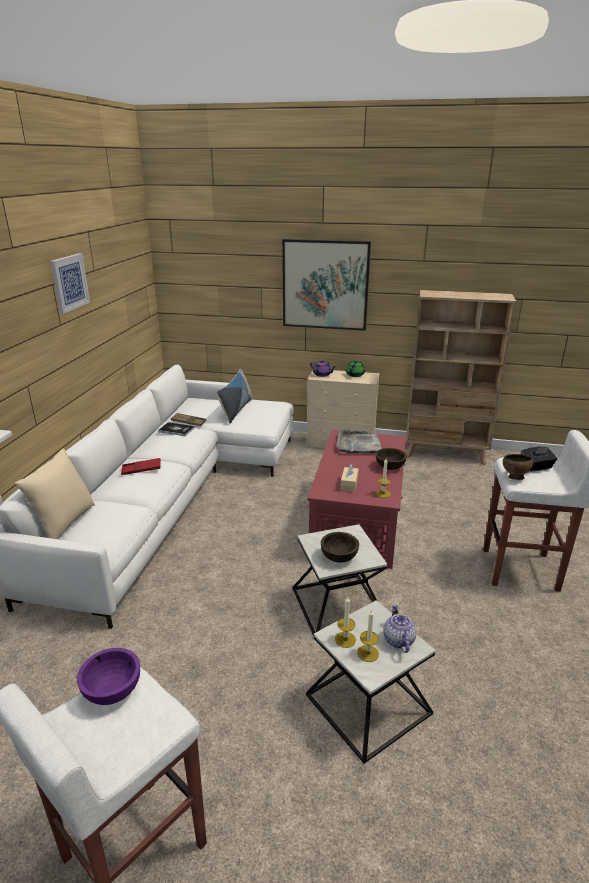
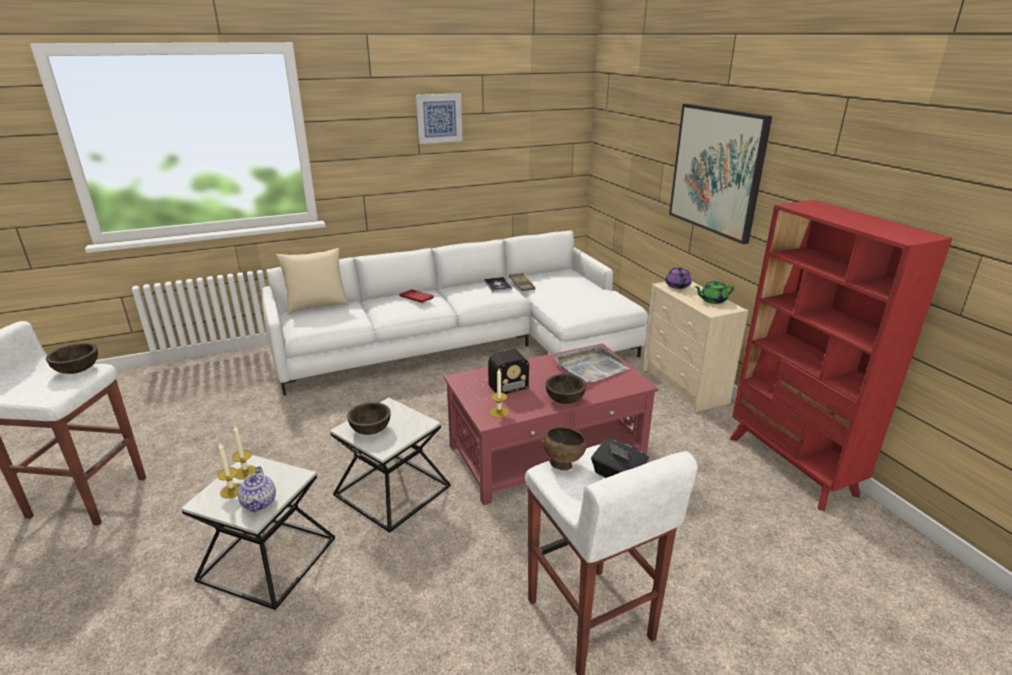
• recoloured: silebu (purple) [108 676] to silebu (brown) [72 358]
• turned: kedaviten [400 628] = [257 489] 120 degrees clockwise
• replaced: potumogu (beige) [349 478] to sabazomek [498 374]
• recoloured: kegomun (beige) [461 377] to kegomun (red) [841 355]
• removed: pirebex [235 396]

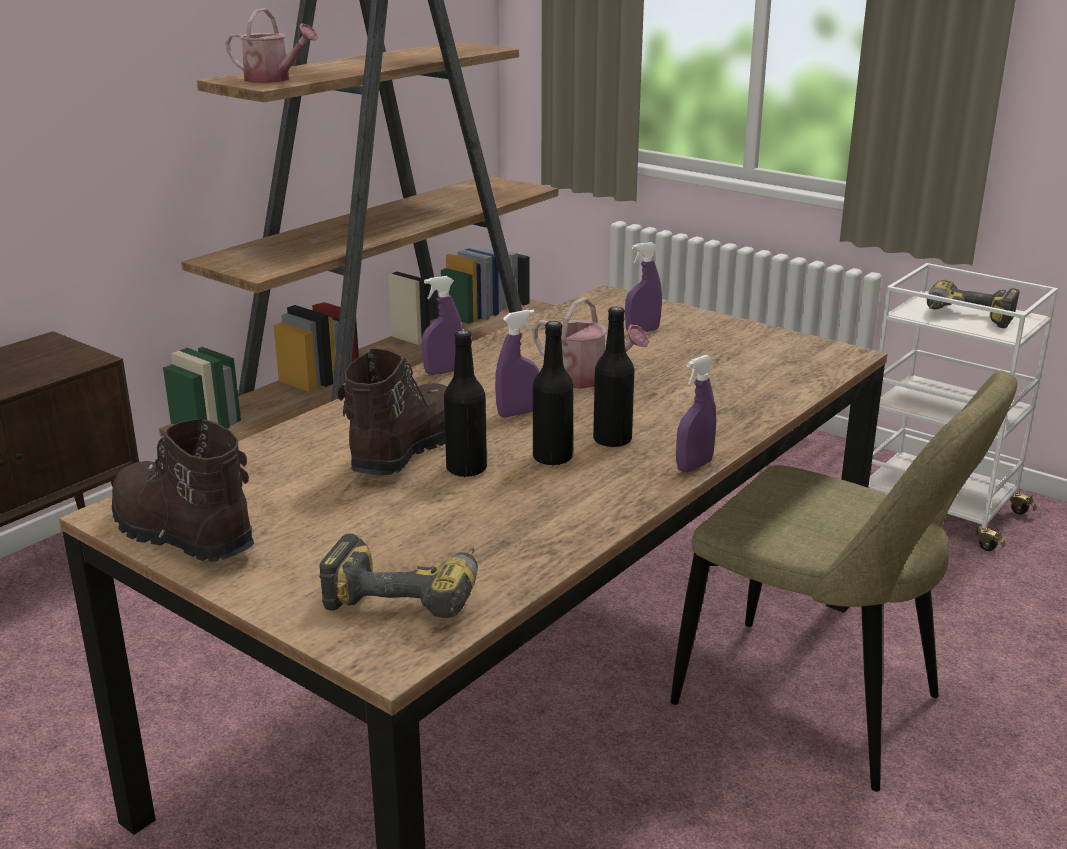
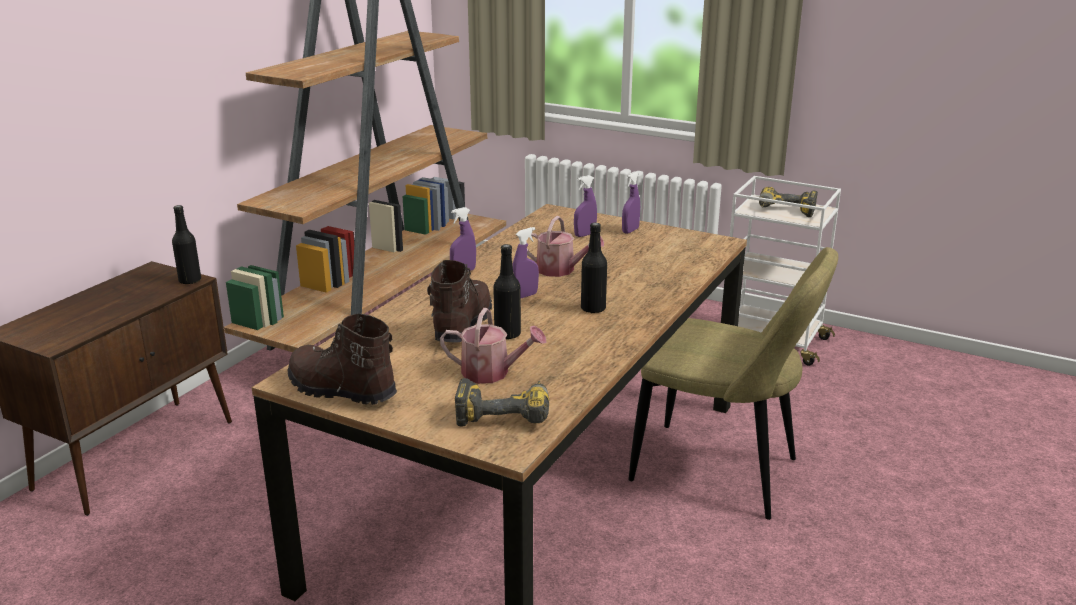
• moved: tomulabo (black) [553 393] to [186 244]
• moved: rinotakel [271 45] to [493 346]
• moved: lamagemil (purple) [696 413] to [631 202]

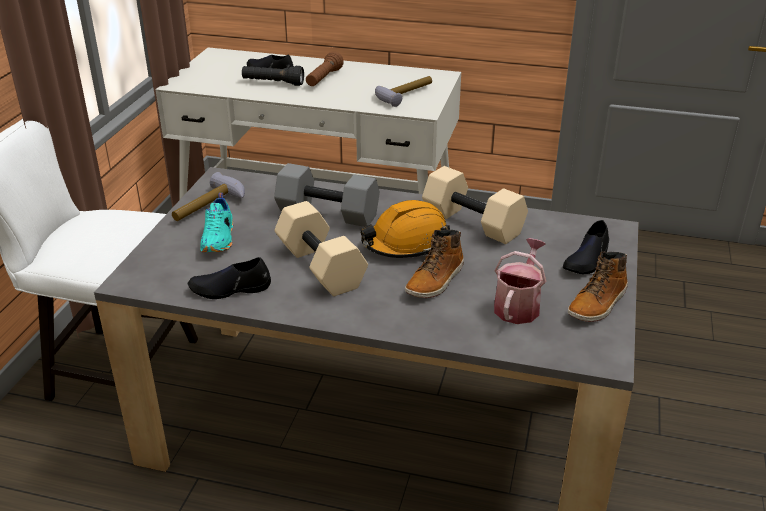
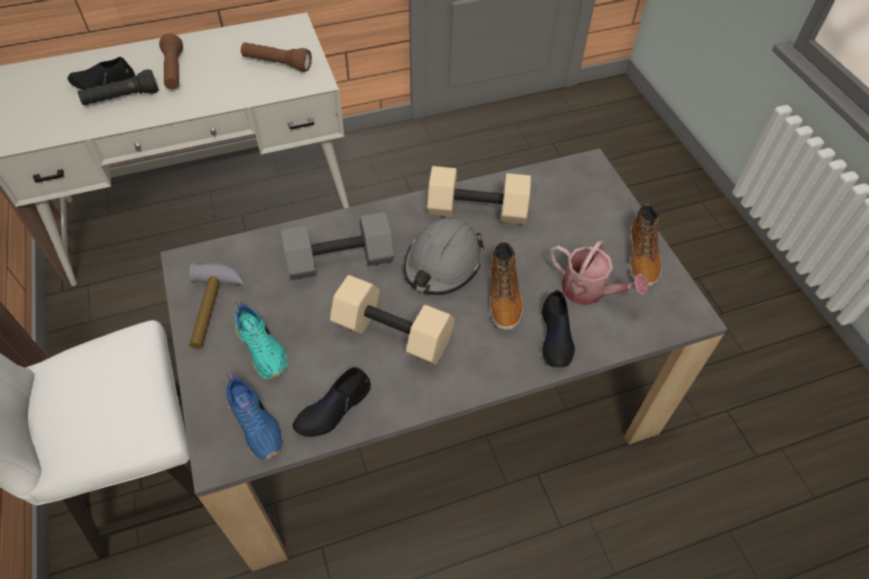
• added: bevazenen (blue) [254 416]
• replaced: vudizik [403 91] to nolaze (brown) [276 57]
• recoloured: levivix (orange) [405 229] to levivix (grey) [444 256]
• moved: bevazenen (black) [586 247] to [558 328]
• turned: rinotakel [520 281] = [598 272] 135 degrees clockwise

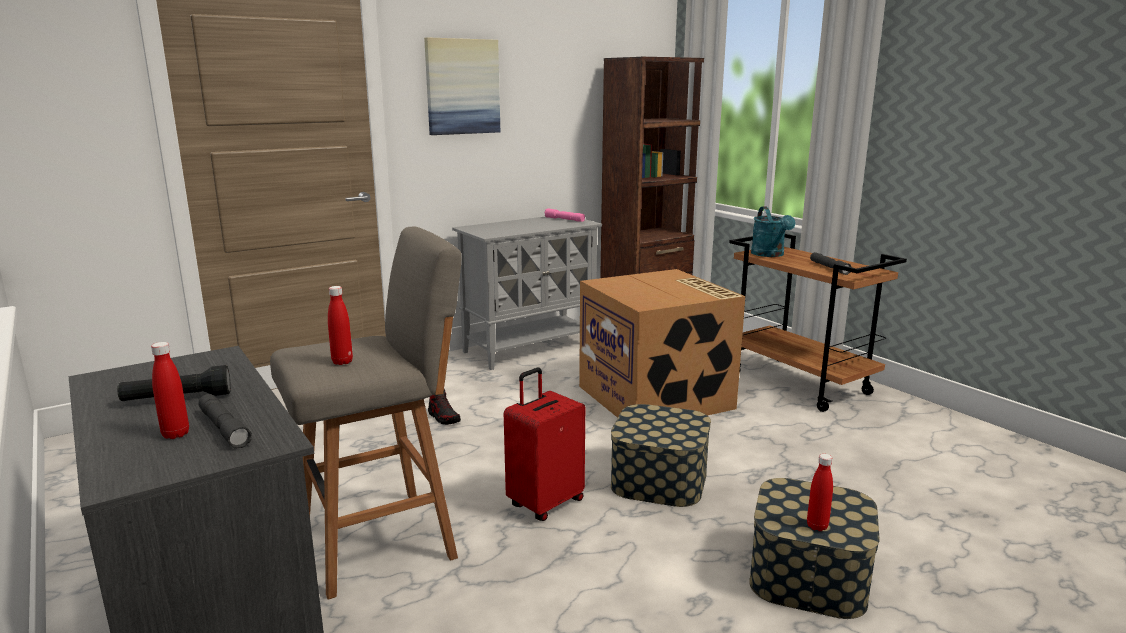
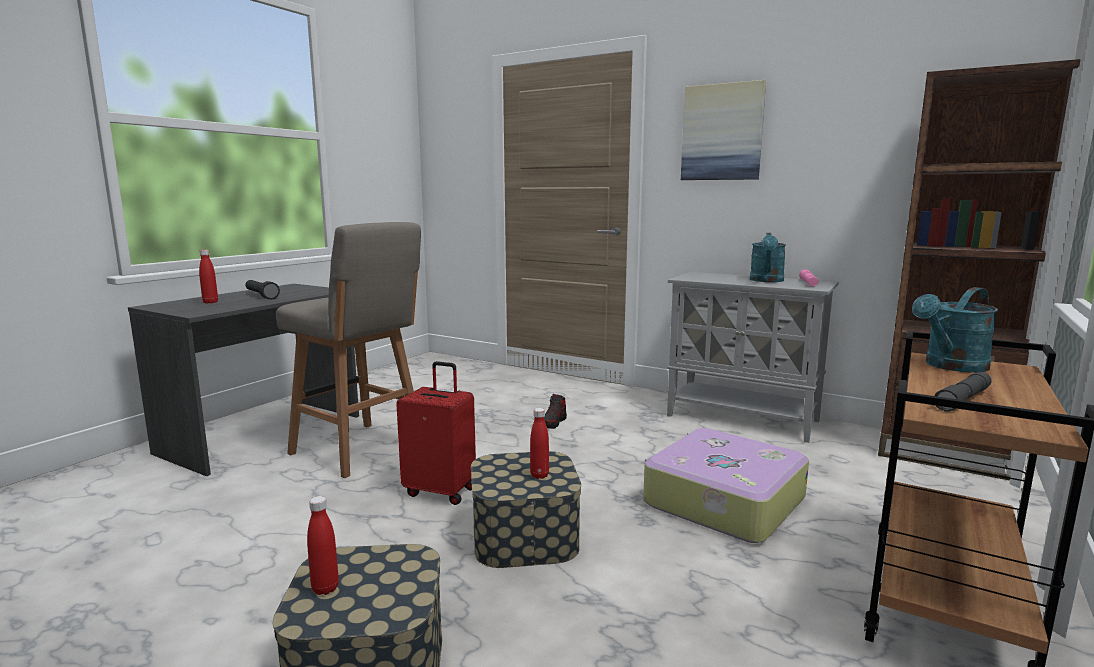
• moved: tomulabo (red) [340 325] to [539 443]
• replaced: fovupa [662 343] to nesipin [726 485]
• added: rinotakel (turquoise) [768 257]
• removed: nolaze (grey) [225 421]

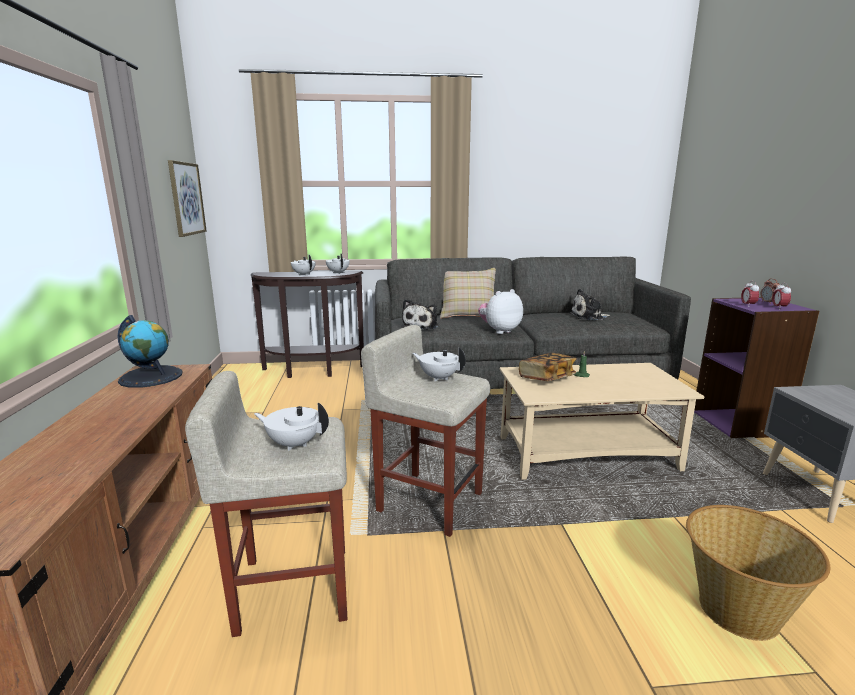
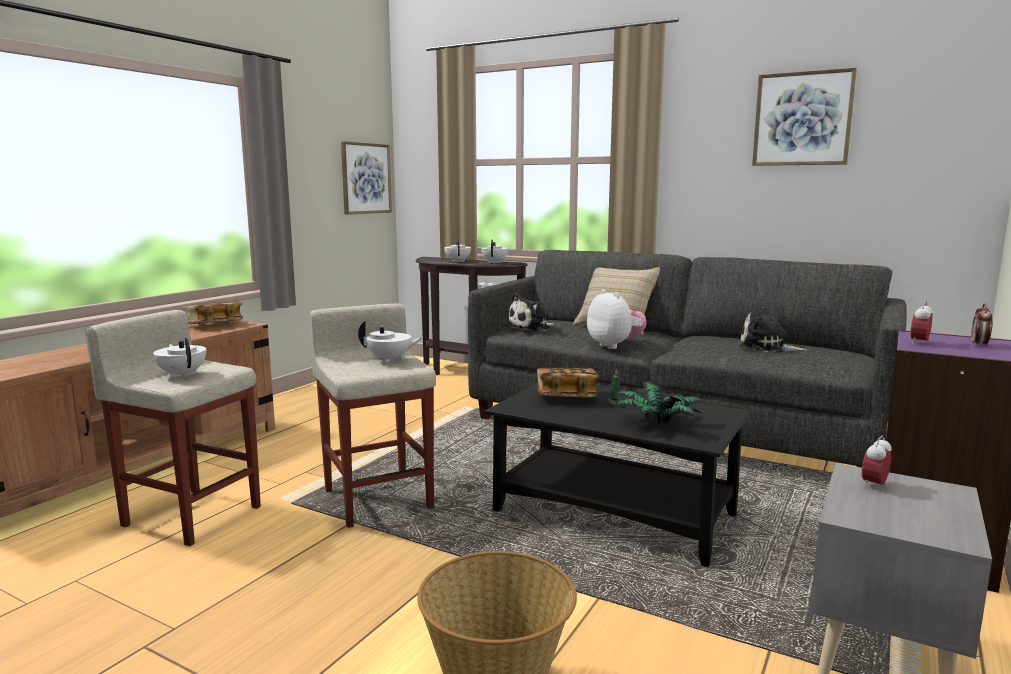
• replaced: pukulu [150 351] to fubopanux [212 312]
• turned: kedaviten (white) [439 364] = [390 342] 120 degrees clockwise
• recoloured: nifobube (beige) [602 421] to nifobube (black) [617 475]
• turned: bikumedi [500 311] = [617 319] 60 degrees clockwise
• added: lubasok [660 403]
• added: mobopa [804 117]
• moved: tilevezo [781 296] to [876 462]

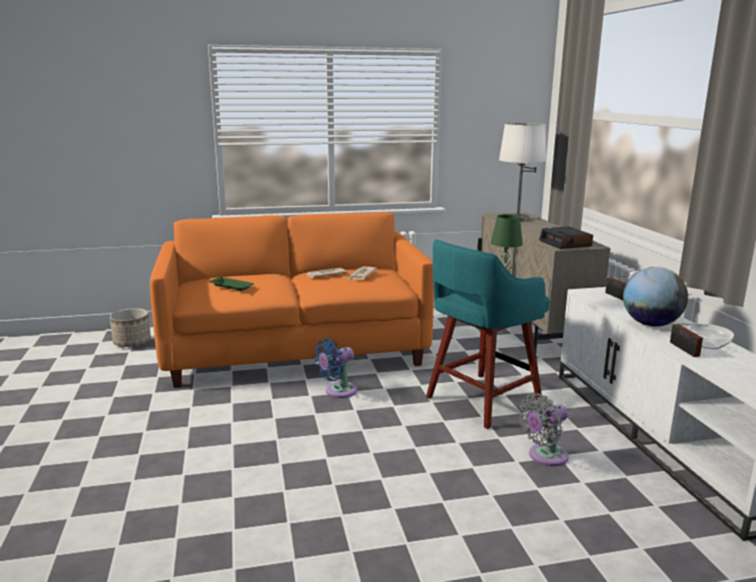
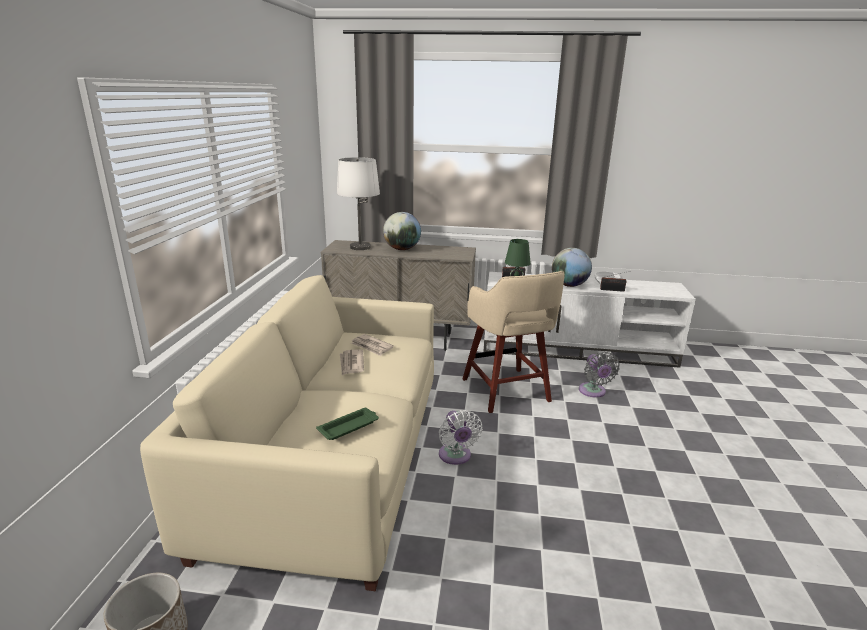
• recoloured: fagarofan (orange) [292 300] to fagarofan (beige) [287 433]
• added: pukulu [402 231]
• recoloured: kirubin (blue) [335 368] to kirubin (white) [461 437]
• recoloured: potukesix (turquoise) [488 334] to potukesix (beige) [513 342]
• removed: tilevezo [566 237]

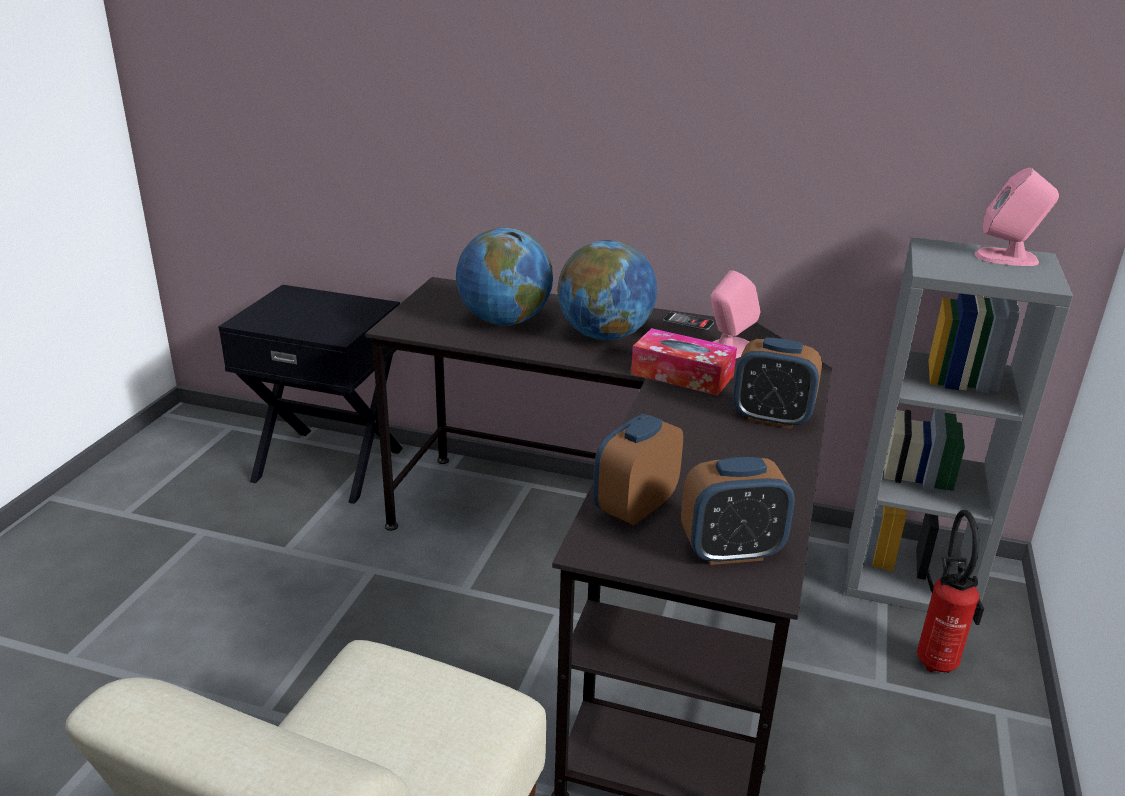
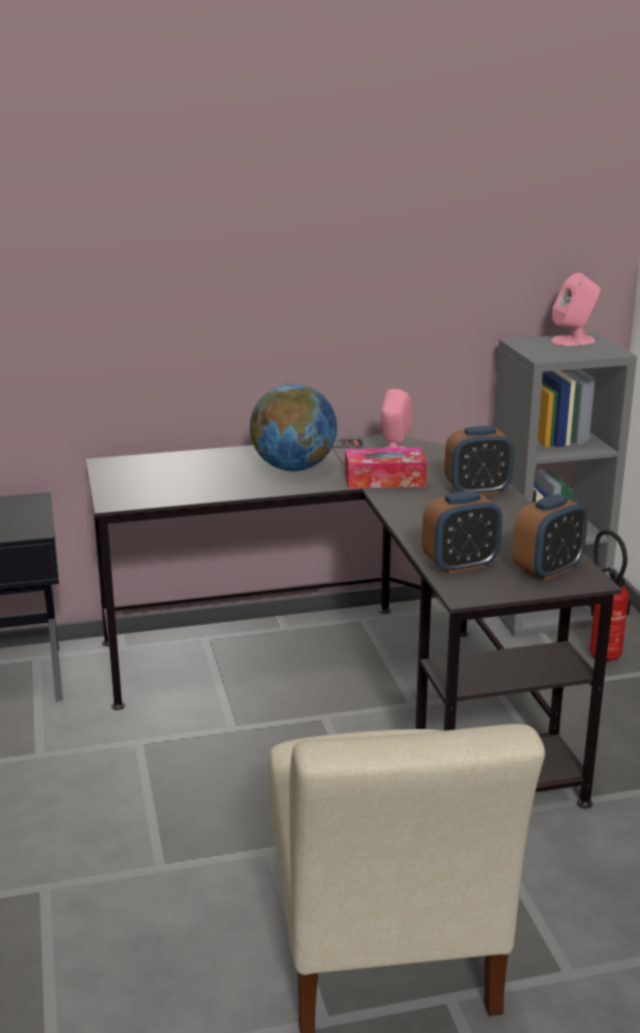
• turned: tilevezo [638 469] = [462 532] 120 degrees counterclockwise
• removed: pukulu [504 277]

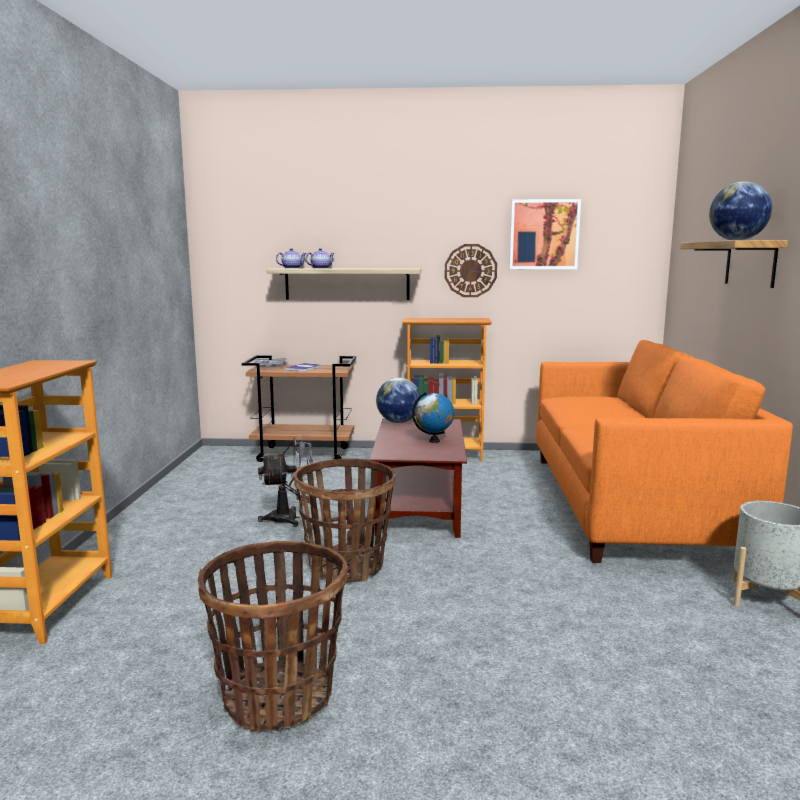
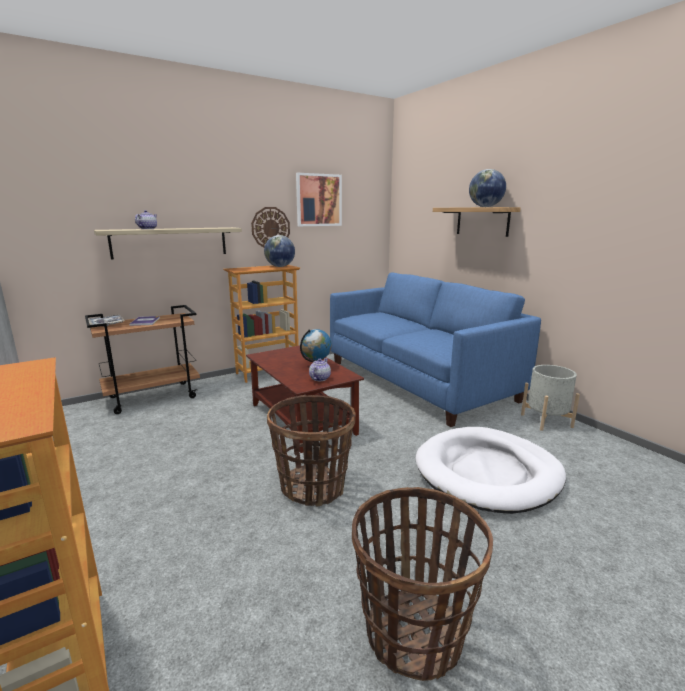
• moved: pukulu [398 400] to [279 251]
• moved: kedaviten [291 258] to [320 369]
• recoloured: fagarofan (orange) [664 451] to fagarofan (blue) [435 350]
• added: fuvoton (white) [491 470]
• removed: kirubin (grey) [286 482]

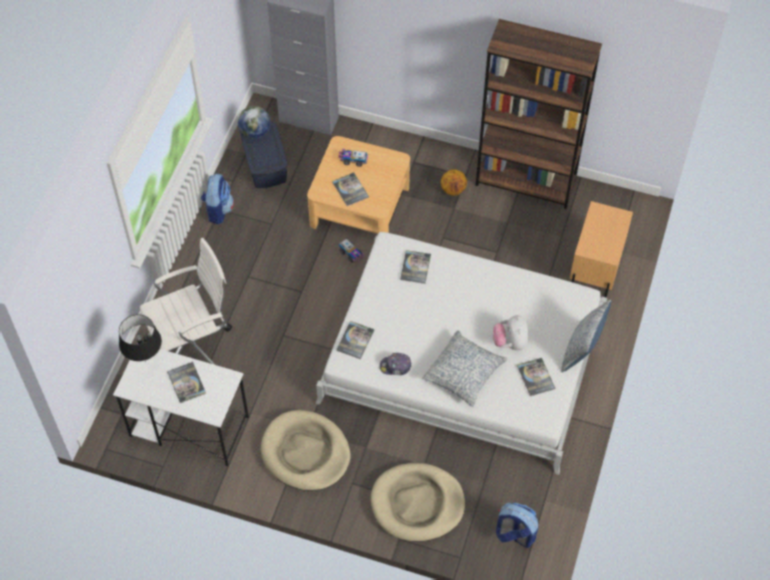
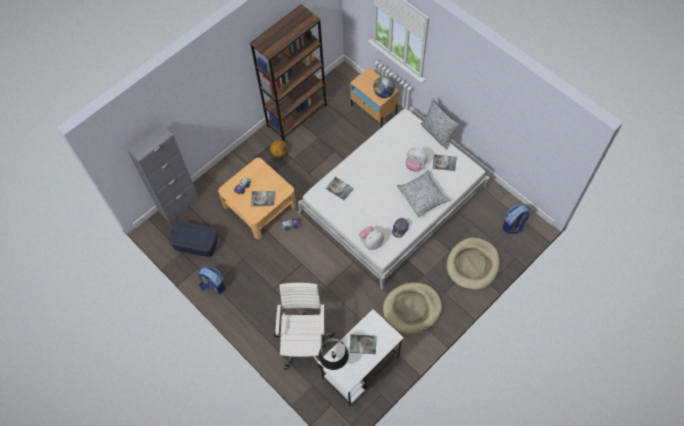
• replaced: fubopanux [355 340] to bikumedi [371 238]
• moved: pukulu [254 122] to [384 87]

